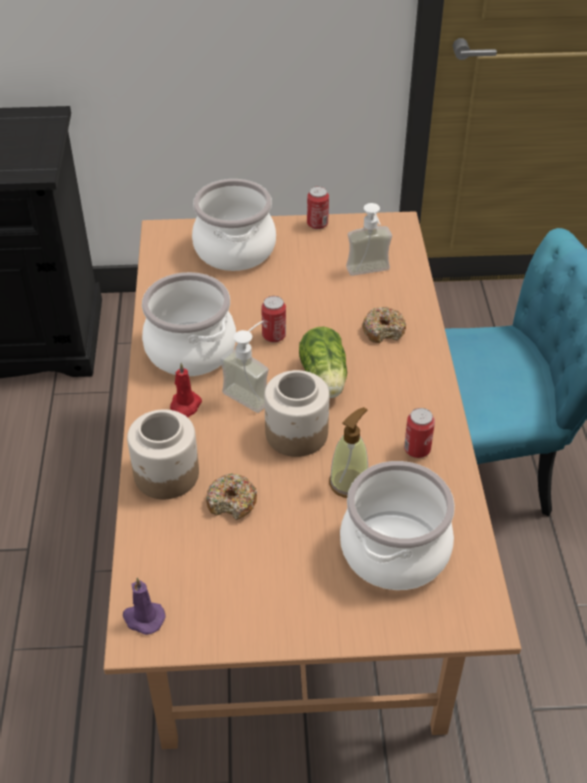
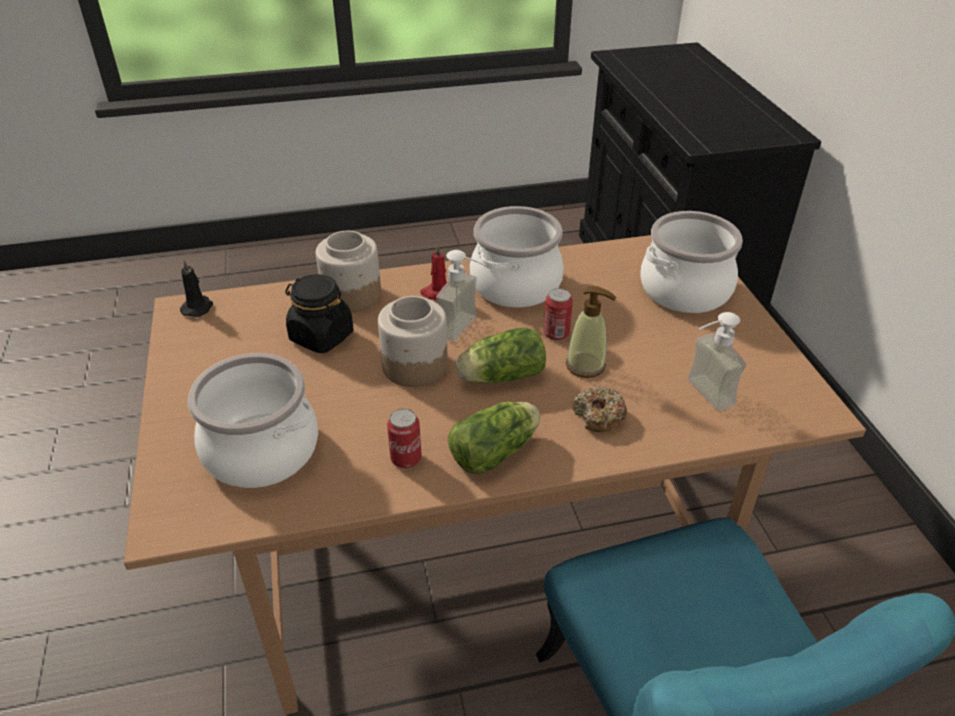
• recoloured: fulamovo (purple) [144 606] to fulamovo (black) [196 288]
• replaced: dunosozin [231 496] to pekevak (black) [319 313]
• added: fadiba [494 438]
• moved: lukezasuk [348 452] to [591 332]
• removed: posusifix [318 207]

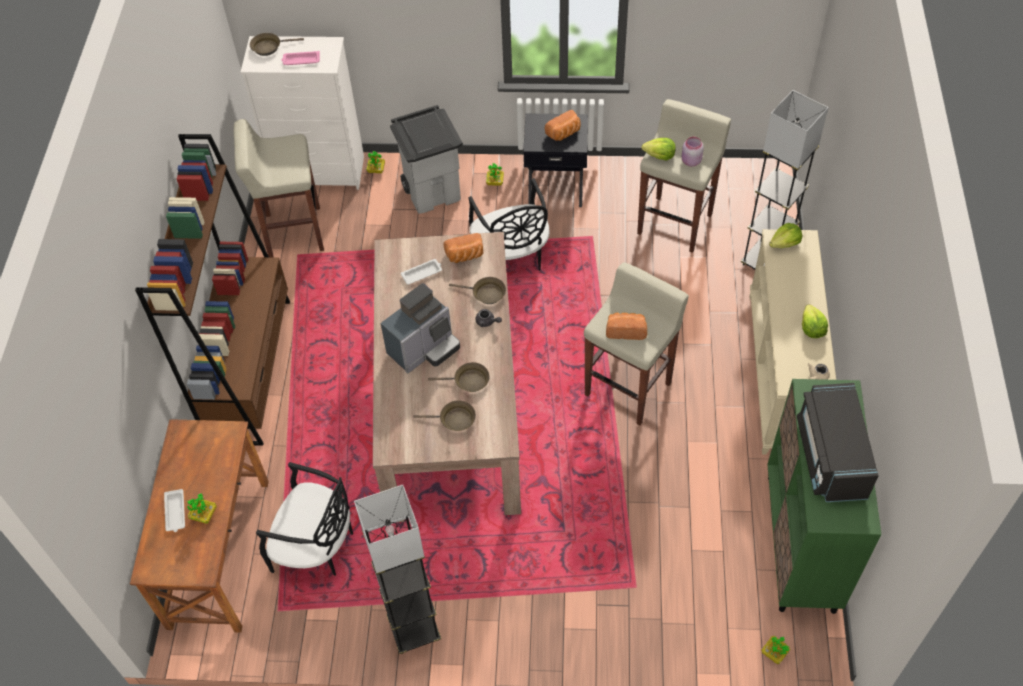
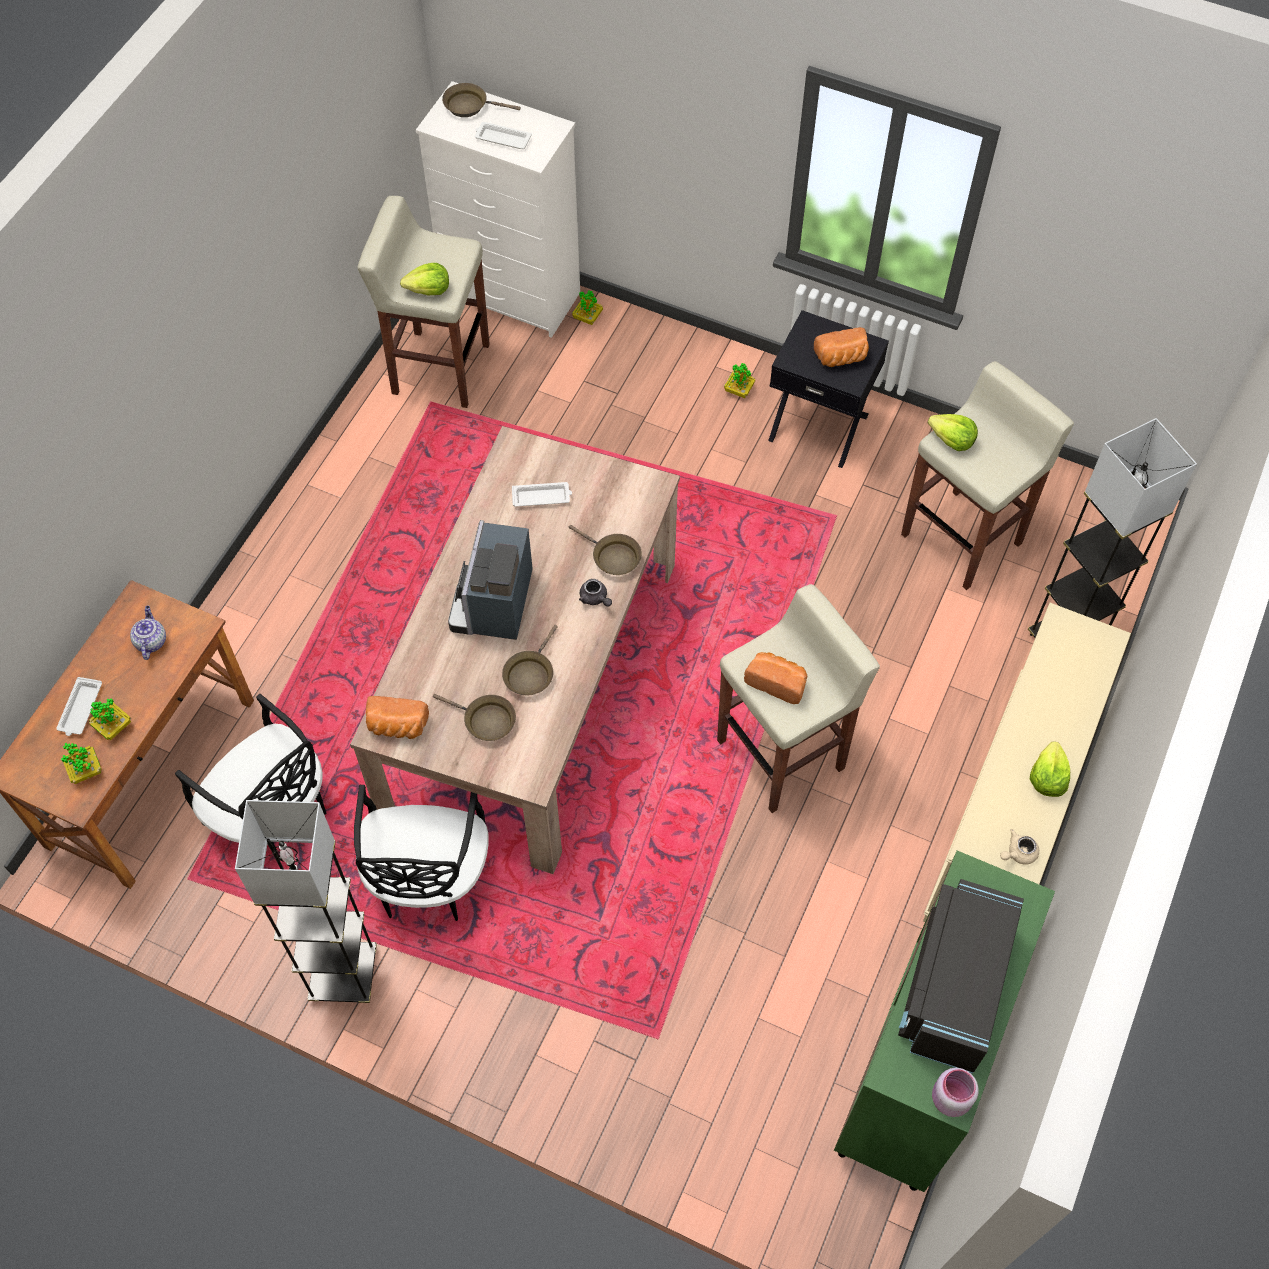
• moved: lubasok [775 650] to [81 763]
• added: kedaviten [148 633]
• moved: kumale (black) [509 224] to [421 853]
• moved: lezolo [463 248] to [397 717]
• moved: fadiba [785 235] to [424 279]
• turned: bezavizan [420 328] = [490 580] 120 degrees clockwise
• recoloured: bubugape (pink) [300 58] to bubugape (white) [503 135]
• turned: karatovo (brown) [458 377] = [530 660] 90 degrees clockwise
• moved: pekevak (pink) [693 152] to [955 1092]
• removed: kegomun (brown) [212 290]
• removed: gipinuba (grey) [426 159]

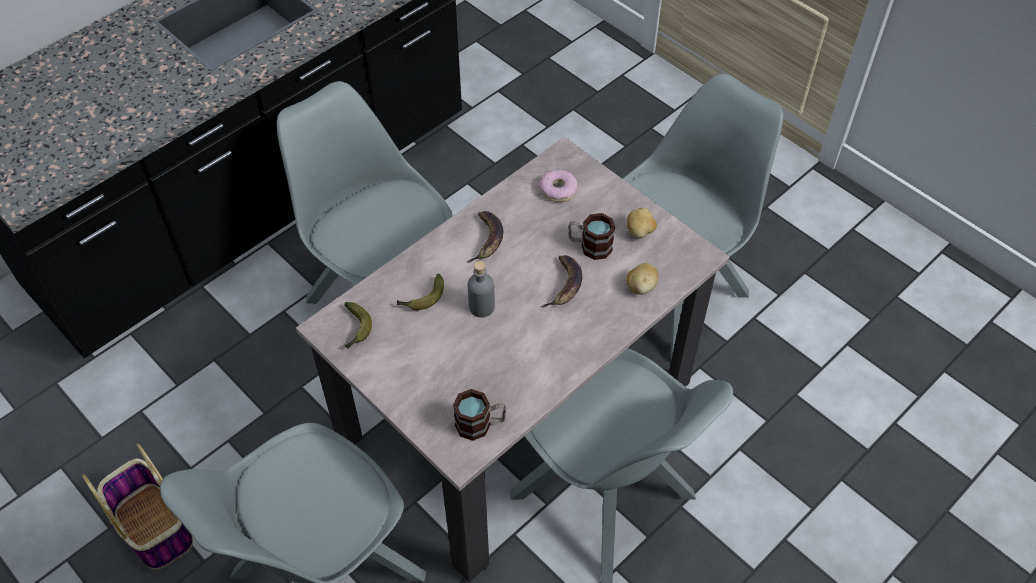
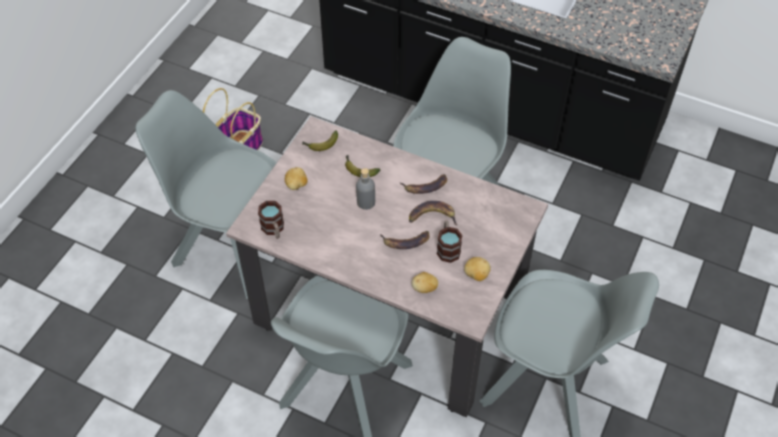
• added: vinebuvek [296 178]
• added: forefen [433 213]
• removed: dunosozin [558 186]

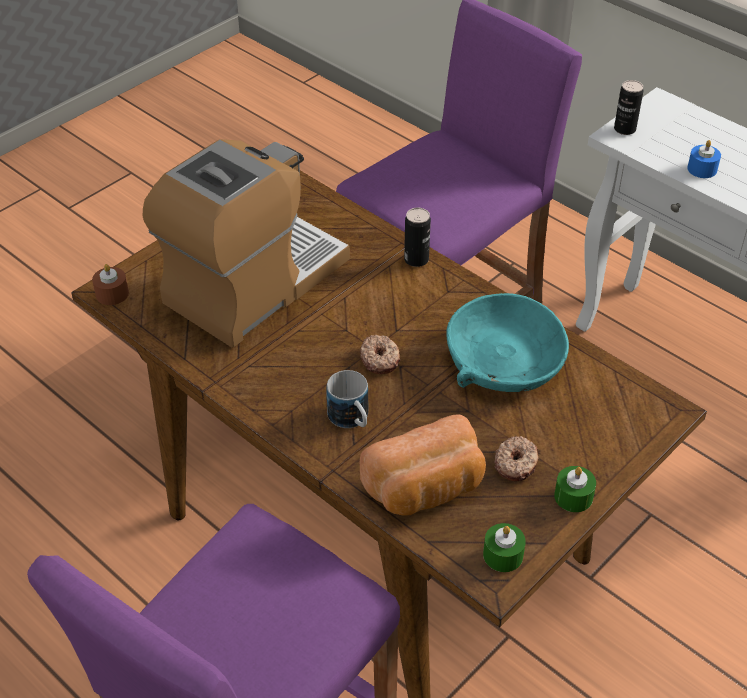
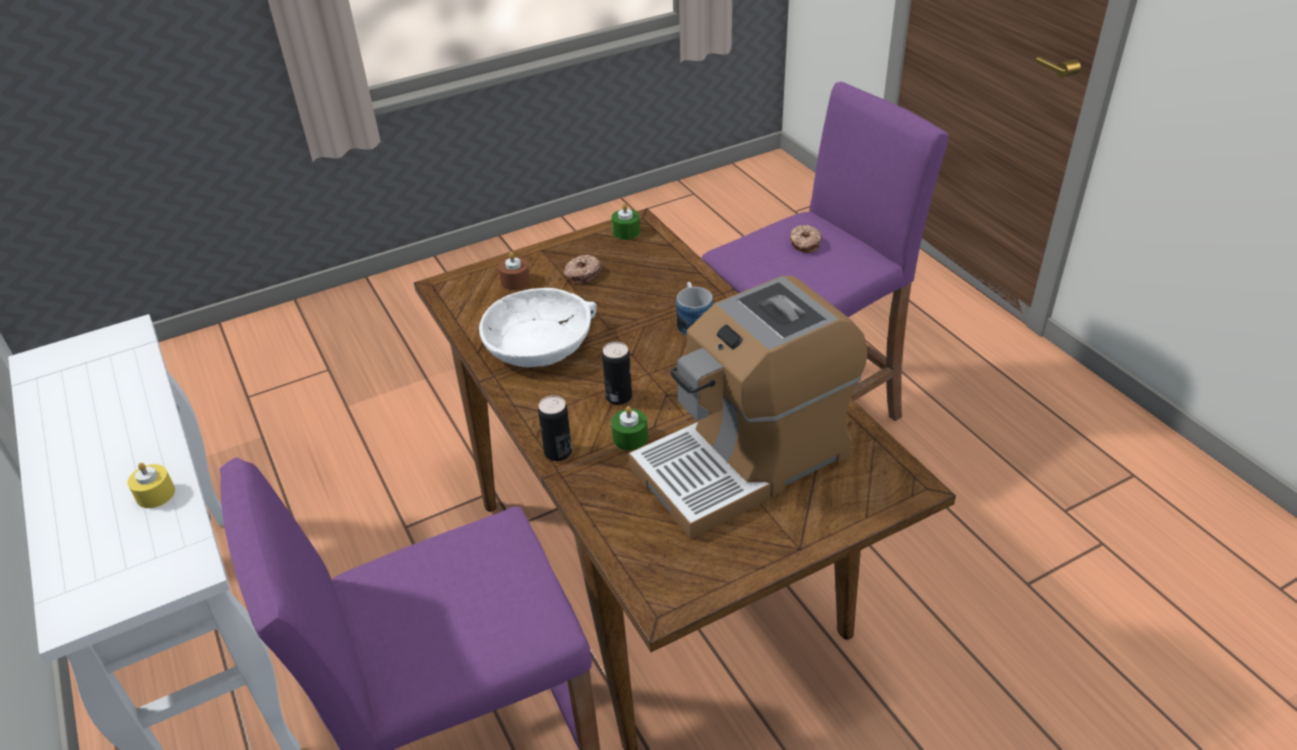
• recoloured: fulamovo (blue) [704 159] to fulamovo (yellow) [151 485]
• recoloured: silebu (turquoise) [507 342] to silebu (white) [538 327]
• moved: fulamovo (brown) [110 284] to [514 271]
• moved: posusifix [628 107] to [617 373]
• moved: fulamovo (green) [575 489] to [629 428]
• moved: dunosozin [380 354] to [806 239]
• removed: lezolo [423 465]

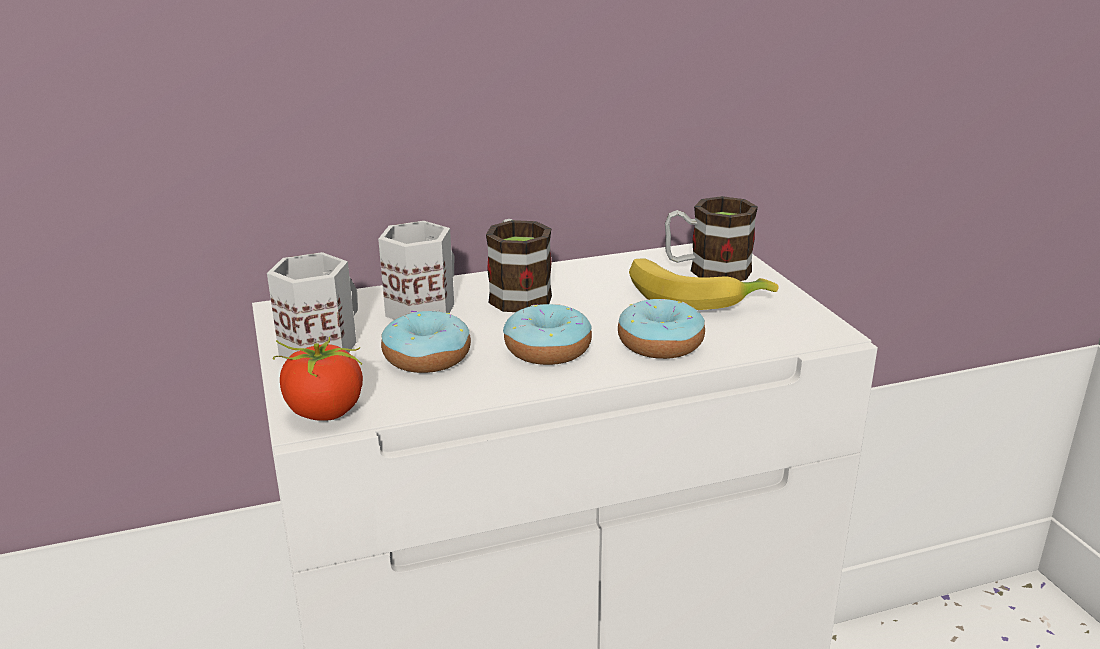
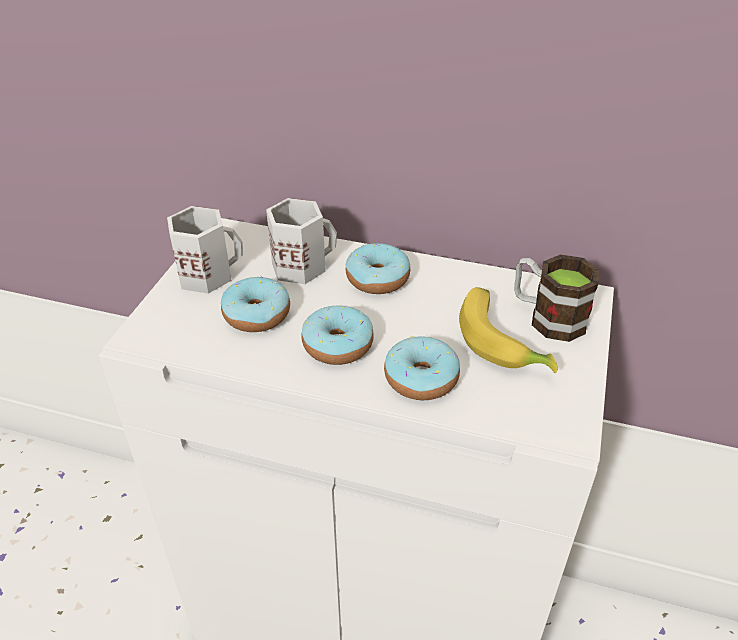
• replaced: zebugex [519 265] to dunosozin [378 268]
• removed: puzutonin [318 379]

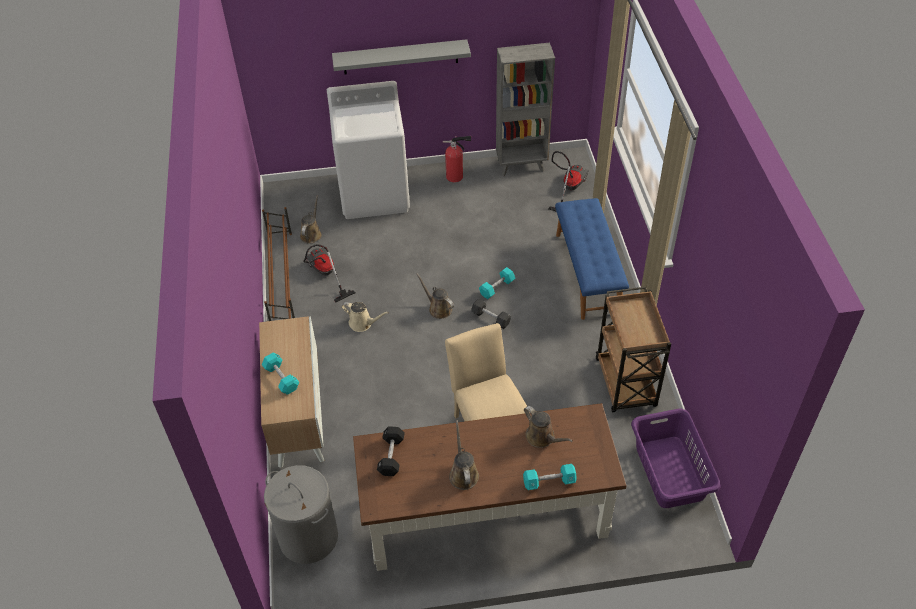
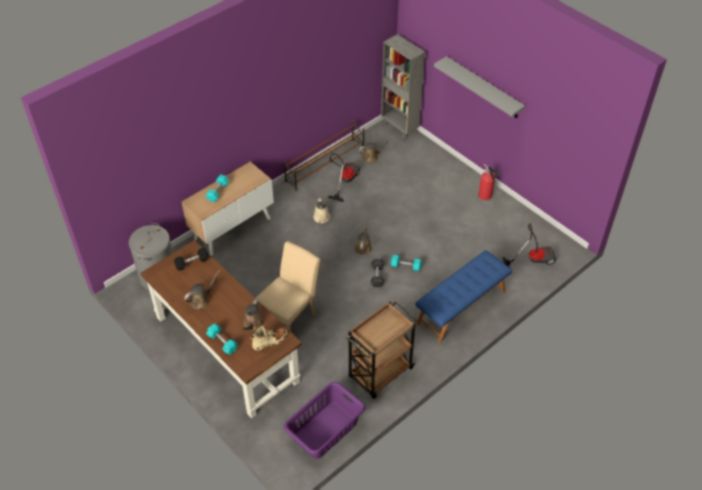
• added: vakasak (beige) [268 337]
• moved: kegomun (grey) [525 109] to [403 87]
• removed: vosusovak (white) [368 150]

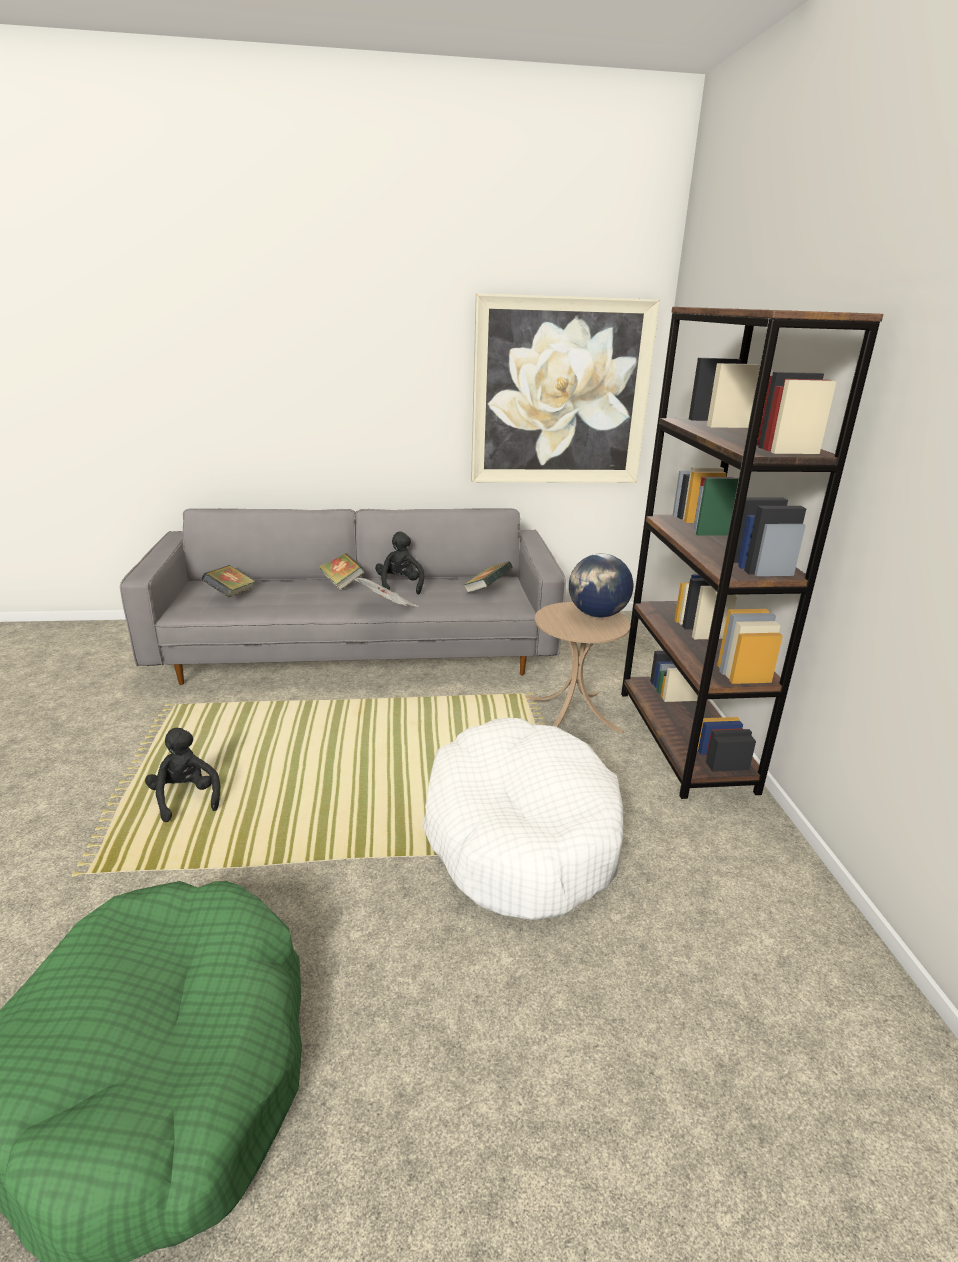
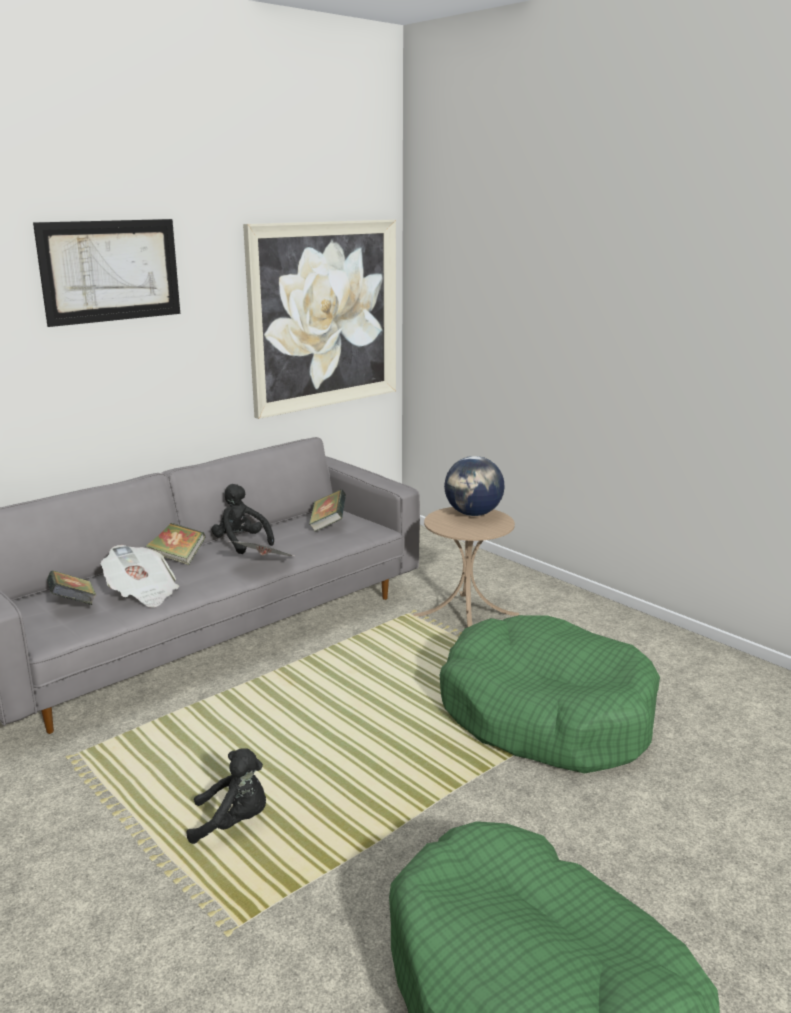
• added: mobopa [106 273]
• added: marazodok [140 576]
• turned: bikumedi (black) [182 775] = [226 796] 150 degrees clockwise
• recoloured: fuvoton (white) [522 819] to fuvoton (green) [550 694]
• removed: kegomun (brown) [752 553]

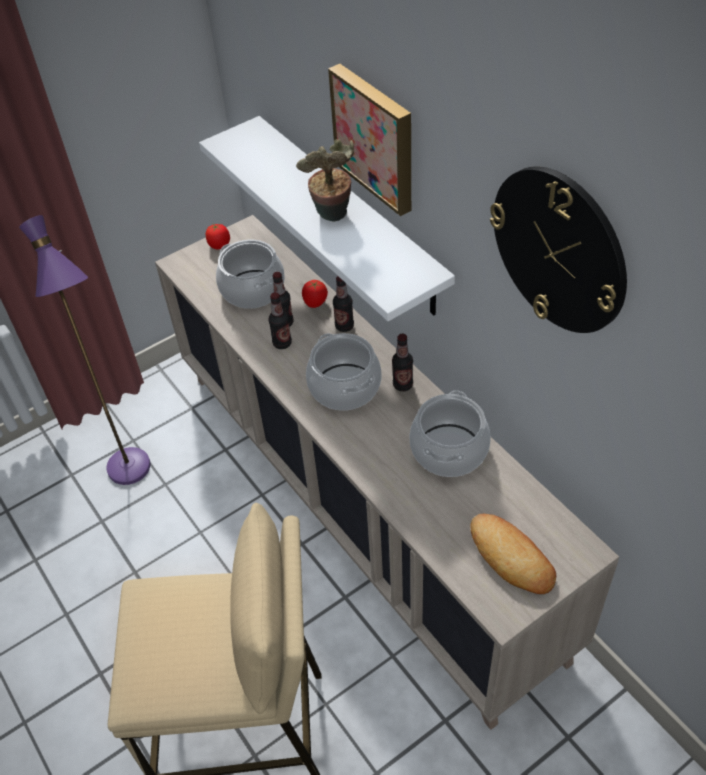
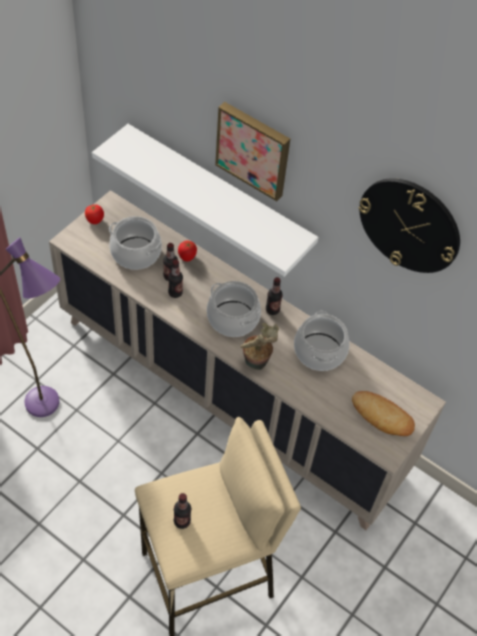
• moved: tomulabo [343 304] to [182 511]
• moved: lubasok [325 180] to [259 346]

